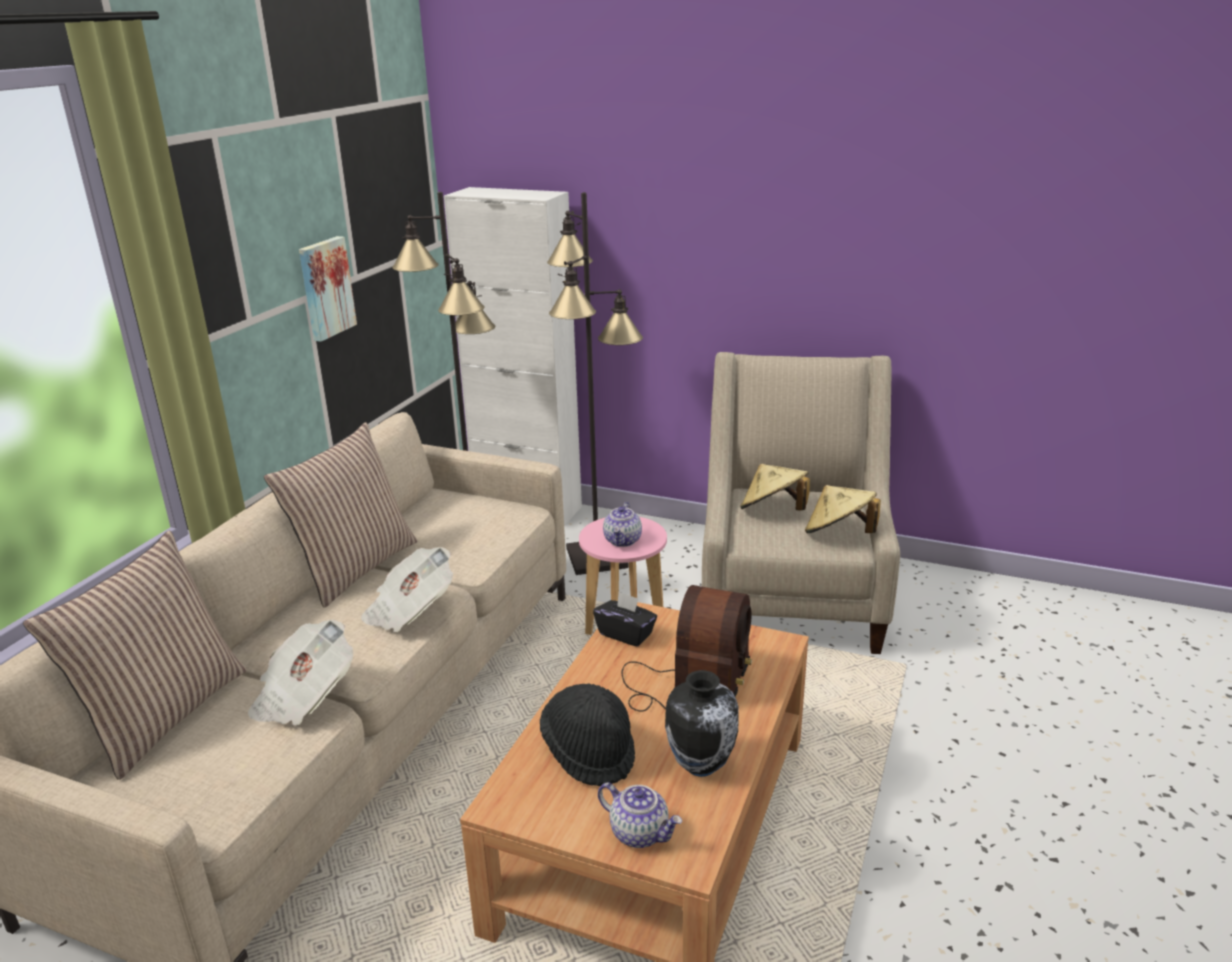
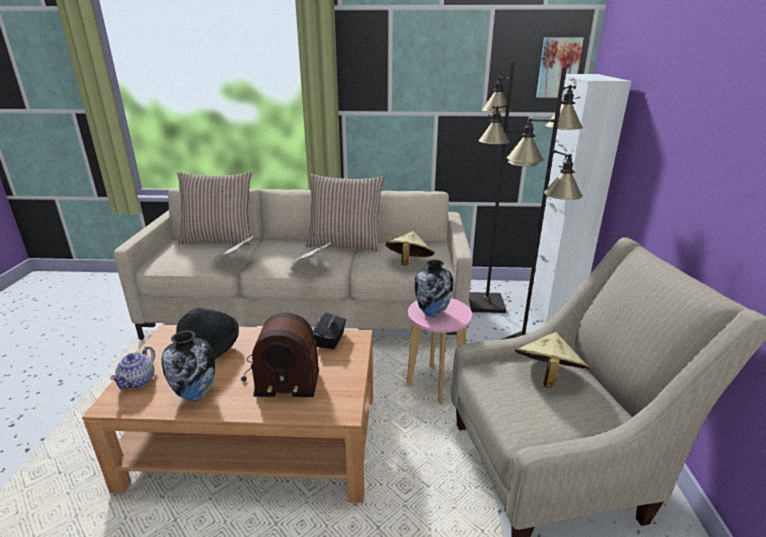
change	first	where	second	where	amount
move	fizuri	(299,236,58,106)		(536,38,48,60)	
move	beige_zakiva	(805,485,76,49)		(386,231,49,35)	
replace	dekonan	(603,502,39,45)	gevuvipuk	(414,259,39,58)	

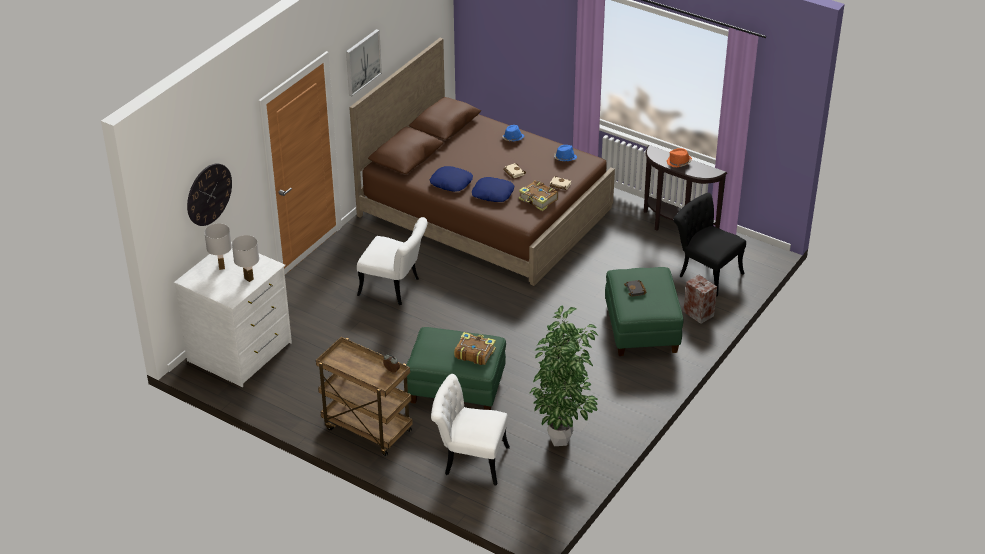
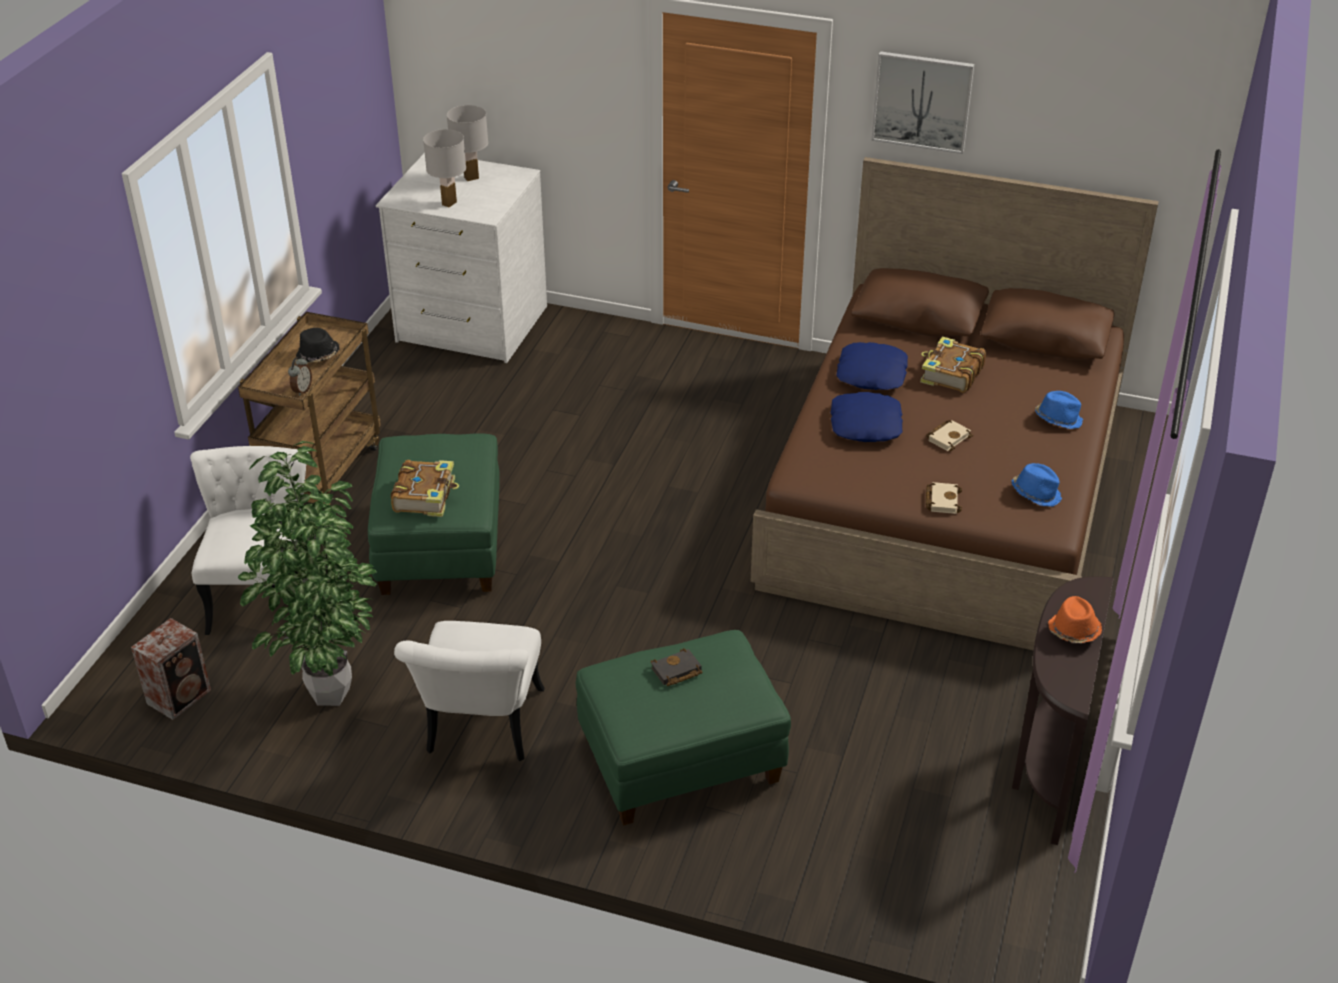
change	first	where	second	where	amount
delete	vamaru	(187,164,45,62)			
delete	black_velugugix	(673,193,73,104)			
insert			black_zakiva	(296,328,44,34)	
move	white_velugugix	(357,217,71,88)		(394,621,151,140)	
move	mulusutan	(519,180,39,31)		(920,336,66,57)	
move	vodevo	(683,275,34,49)		(131,618,80,102)	

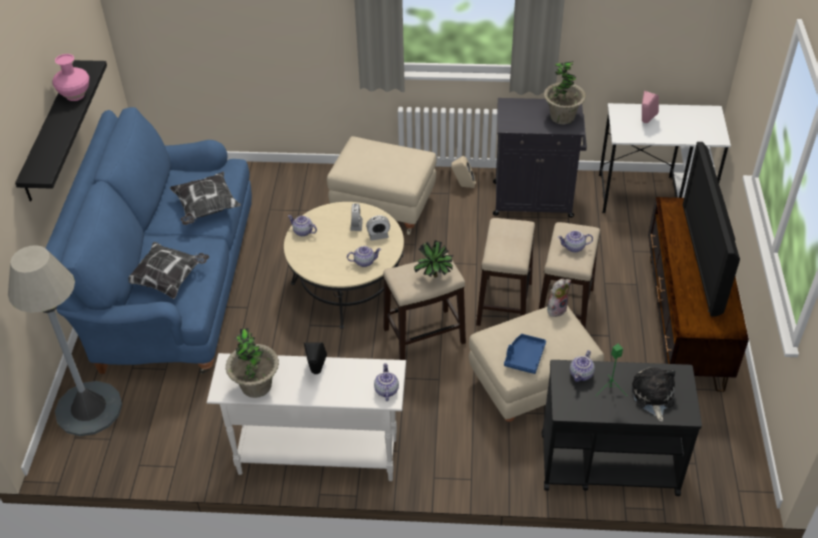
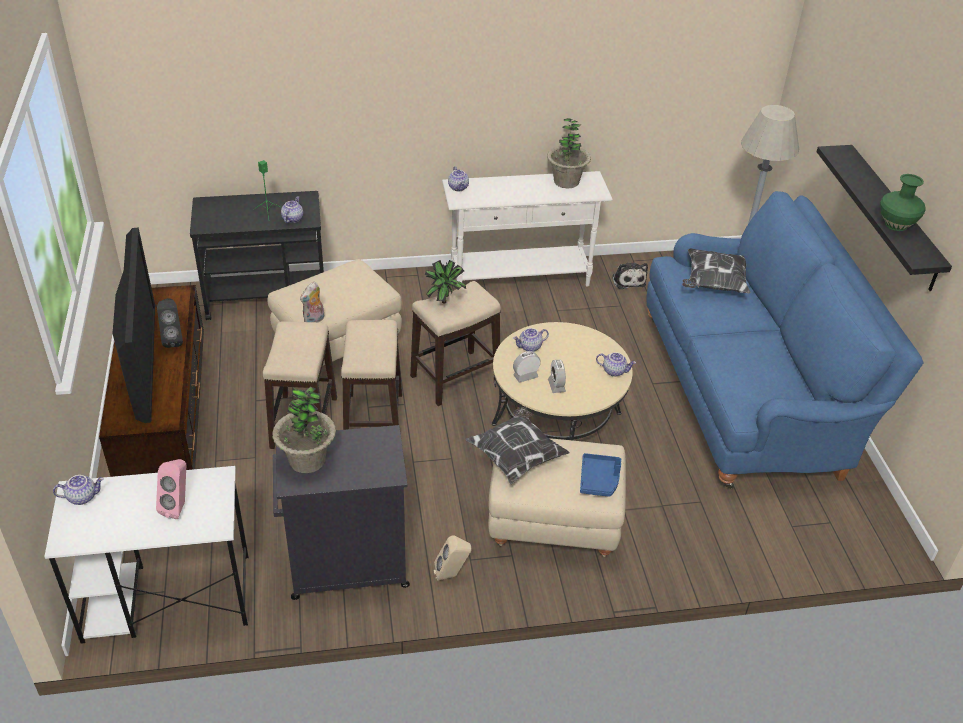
change	first	where	second	where	amount
move	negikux	(170,172,71,53)		(466,407,104,77)	
move	black_vodevo	(304,343,23,31)		(157,298,26,50)	
move	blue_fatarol	(504,334,42,40)		(580,453,41,44)	
move	dekonan	(558,230,35,22)		(53,475,51,30)	
move	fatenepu	(631,367,44,55)		(612,263,36,26)	
recolor	pink_gevuvipuk	(53,54,36,47)	green_gevuvipuk	(880,174,46,57)	

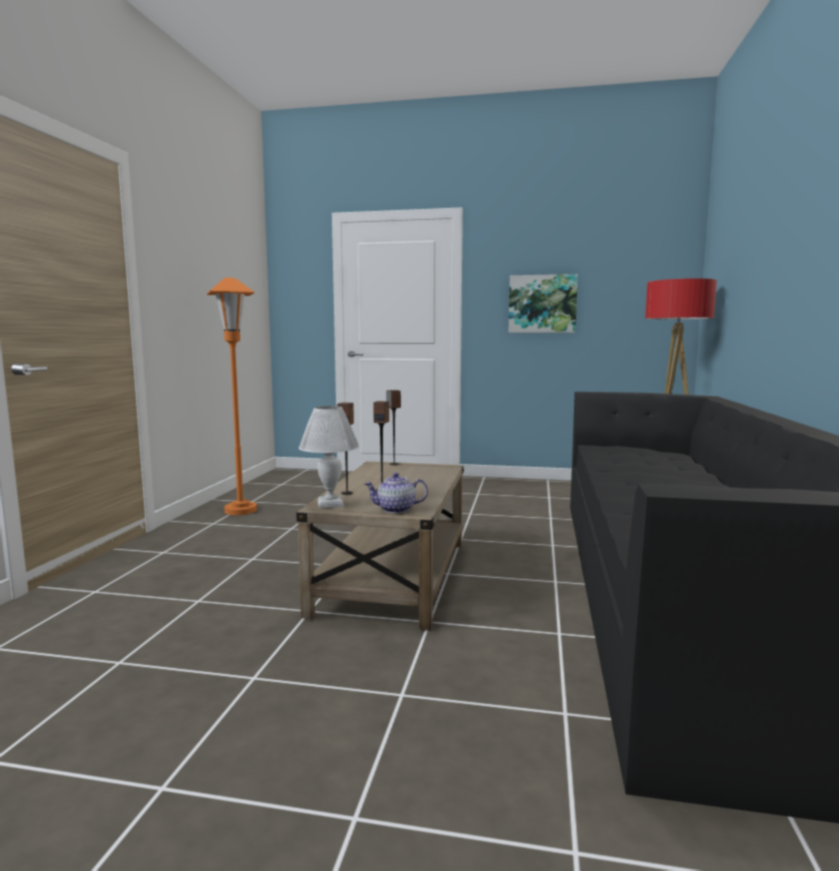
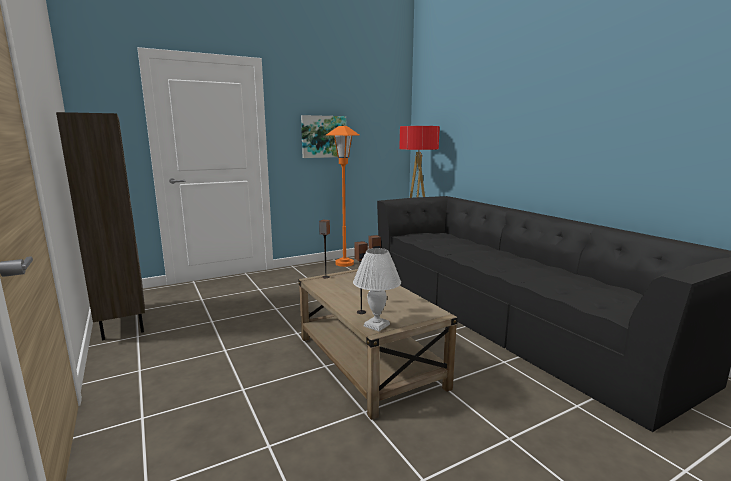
change	first	where	second	where	amount
delete	dekonan	(364,473,64,40)			
insert			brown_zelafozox	(56,112,89,228)	
move	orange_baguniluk	(207,278,50,237)		(326,126,34,141)	

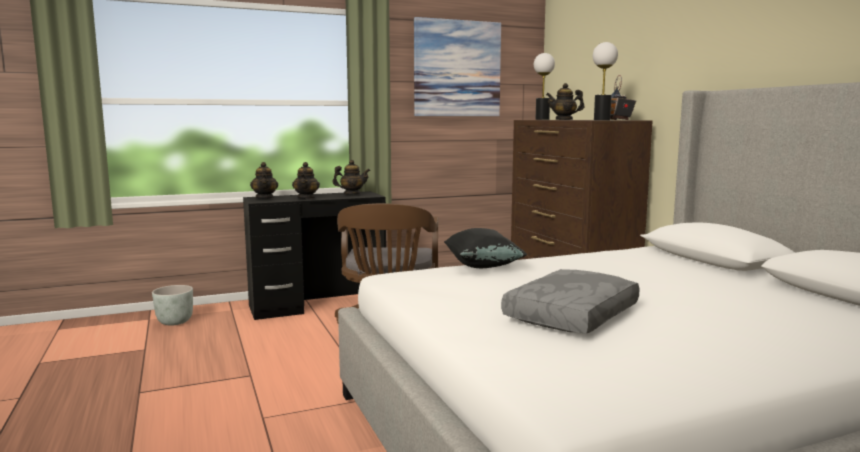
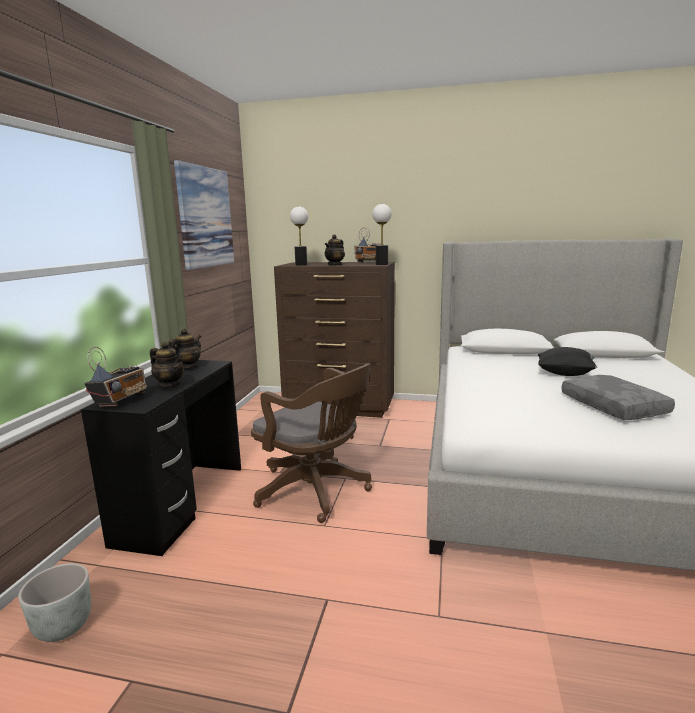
change	first	where	second	where	amount
move	black_negikux	(444,228,83,40)		(538,347,59,29)	
replace	dekonan	(250,162,28,37)	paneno	(84,347,63,60)	

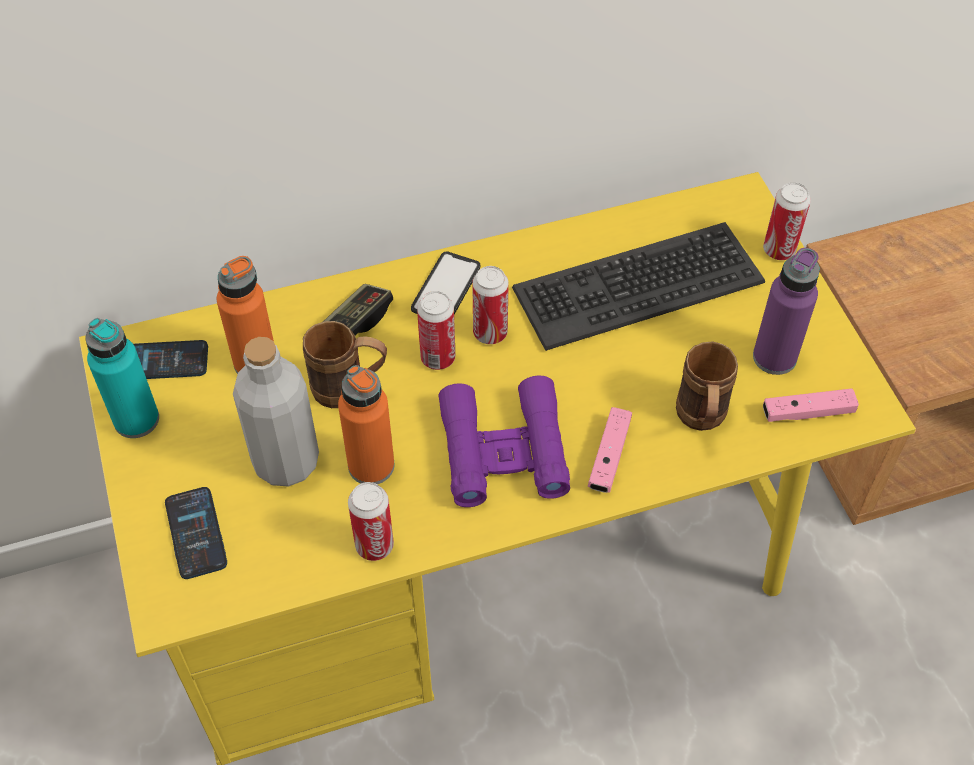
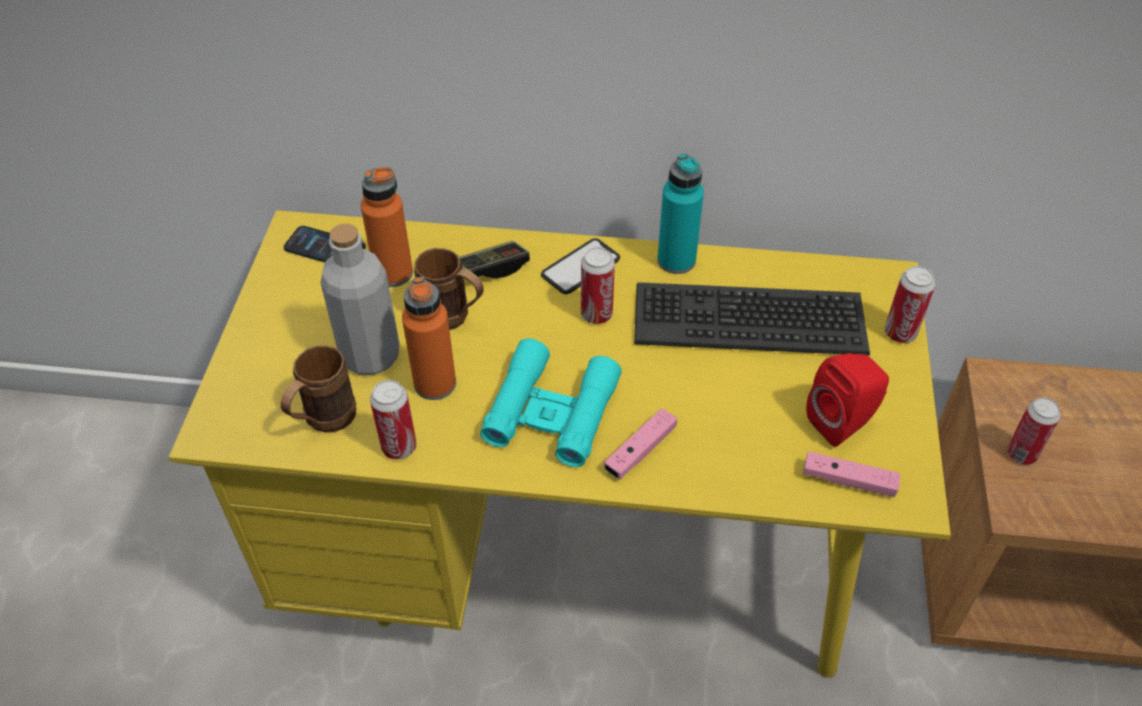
change	first	where	second	where	amount
delete	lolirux	(165,487,62,92)			
move	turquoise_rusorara	(85,318,74,120)		(657,153,47,121)	
move	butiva	(417,291,38,79)		(1007,397,54,68)	
move	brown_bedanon	(676,341,62,90)		(281,345,75,88)	
replace	purple_rusorara	(753,248,67,127)	red_vodevo	(806,353,83,94)	
recolor	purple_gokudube	(438,375,132,132)	turquoise_gokudube	(480,339,142,128)	

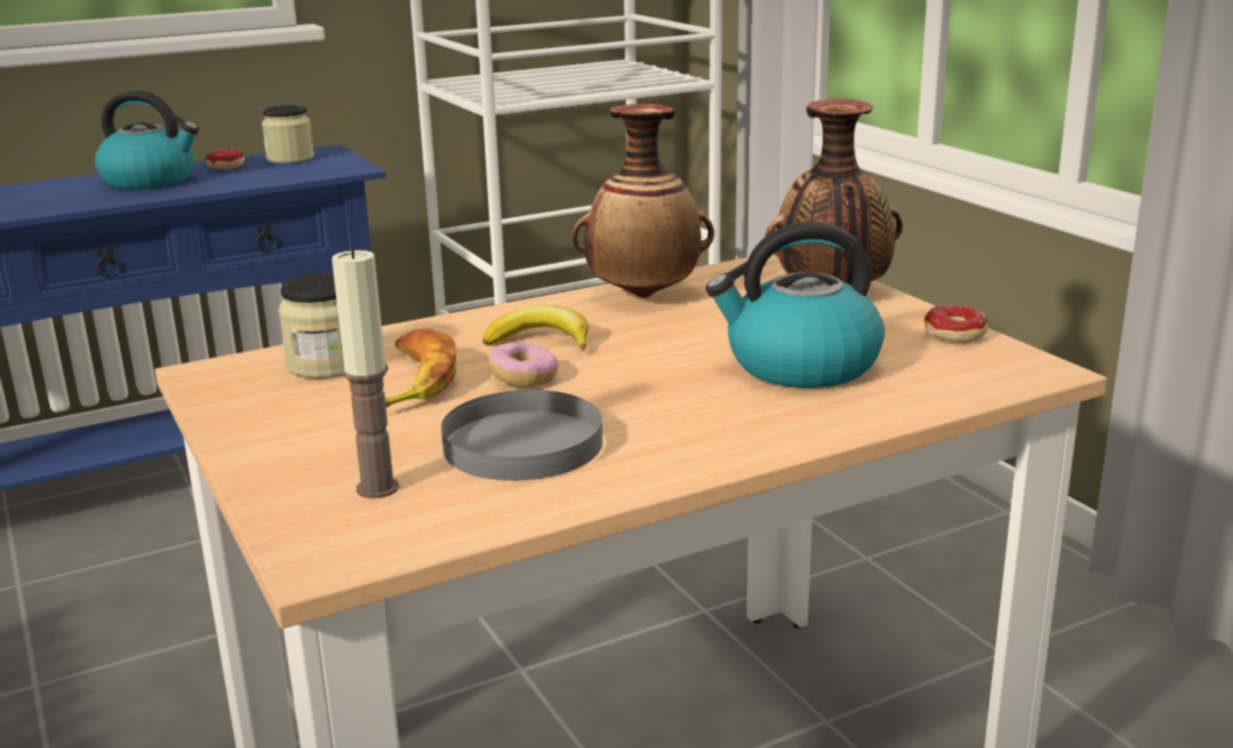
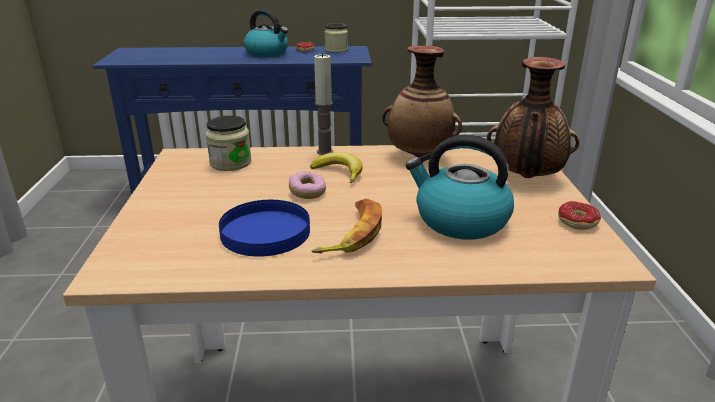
change	first	where	second	where	amount
move	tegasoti	(332,248,67,251)		(314,53,19,102)	
move	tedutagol	(385,328,71,79)		(312,199,70,54)	
recolor	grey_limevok	(441,390,162,91)	blue_limevok	(219,200,91,57)	

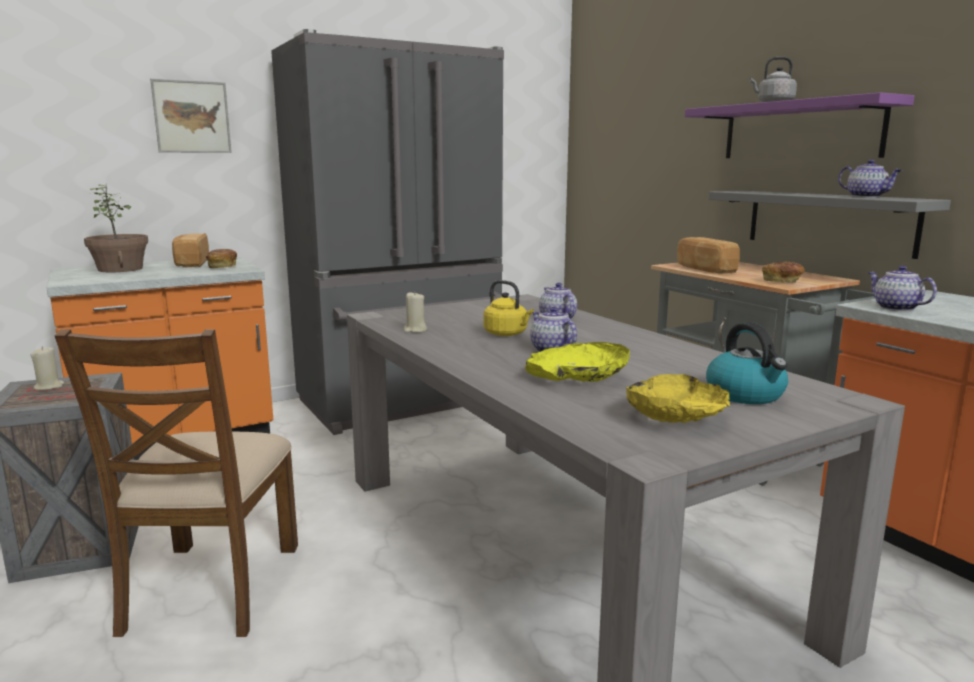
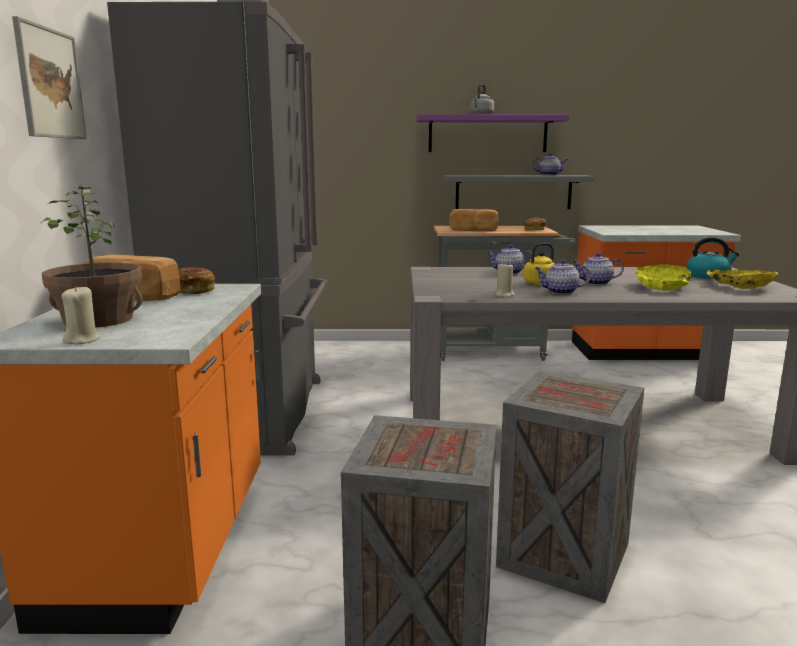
change	first	where	second	where	amount
move	beige_tegasoti	(31,346,33,44)		(62,286,38,58)	
move	dekonan	(868,266,69,45)		(535,259,56,35)	
replace	brown_velugugix	(55,329,243,308)	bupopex	(496,370,148,233)	

